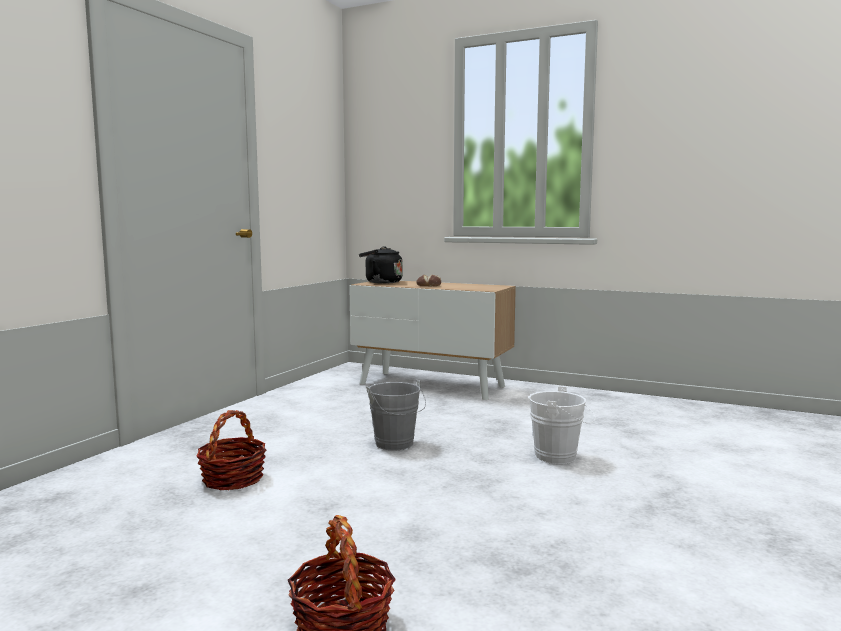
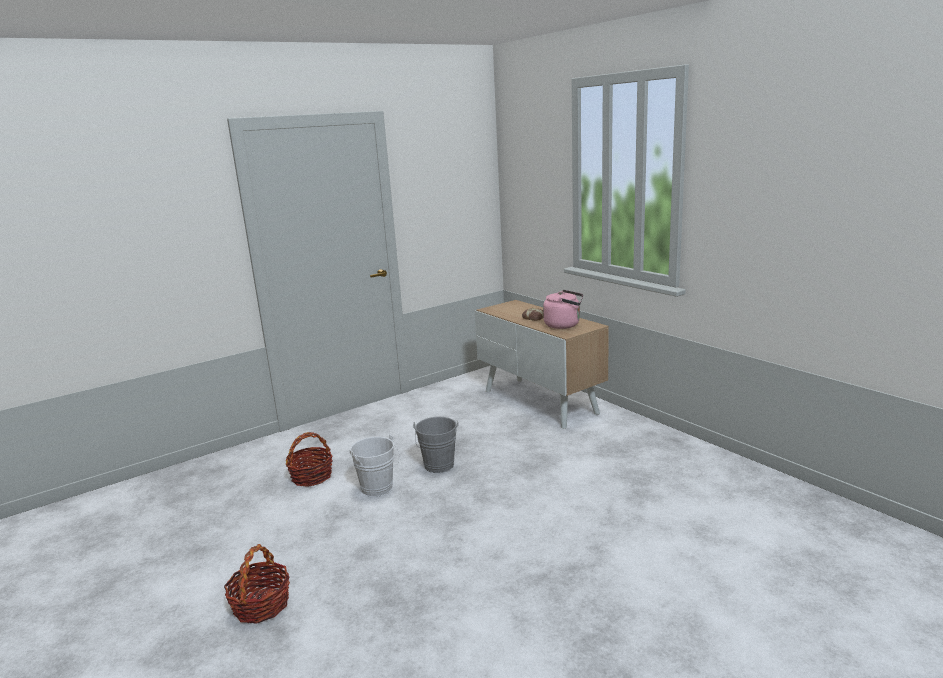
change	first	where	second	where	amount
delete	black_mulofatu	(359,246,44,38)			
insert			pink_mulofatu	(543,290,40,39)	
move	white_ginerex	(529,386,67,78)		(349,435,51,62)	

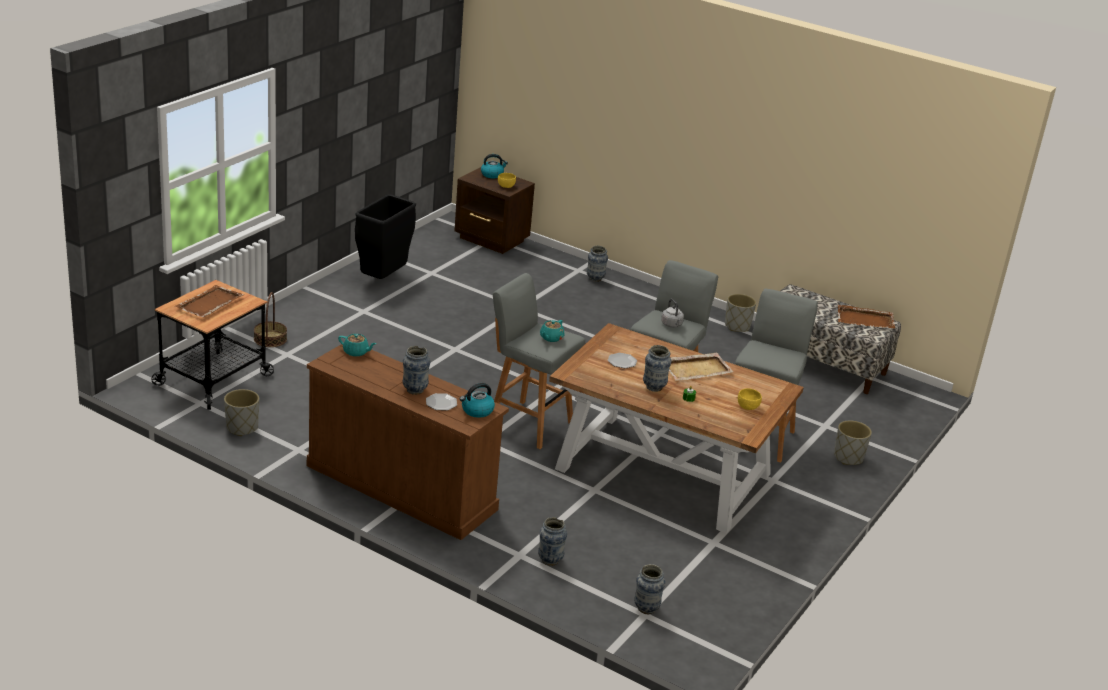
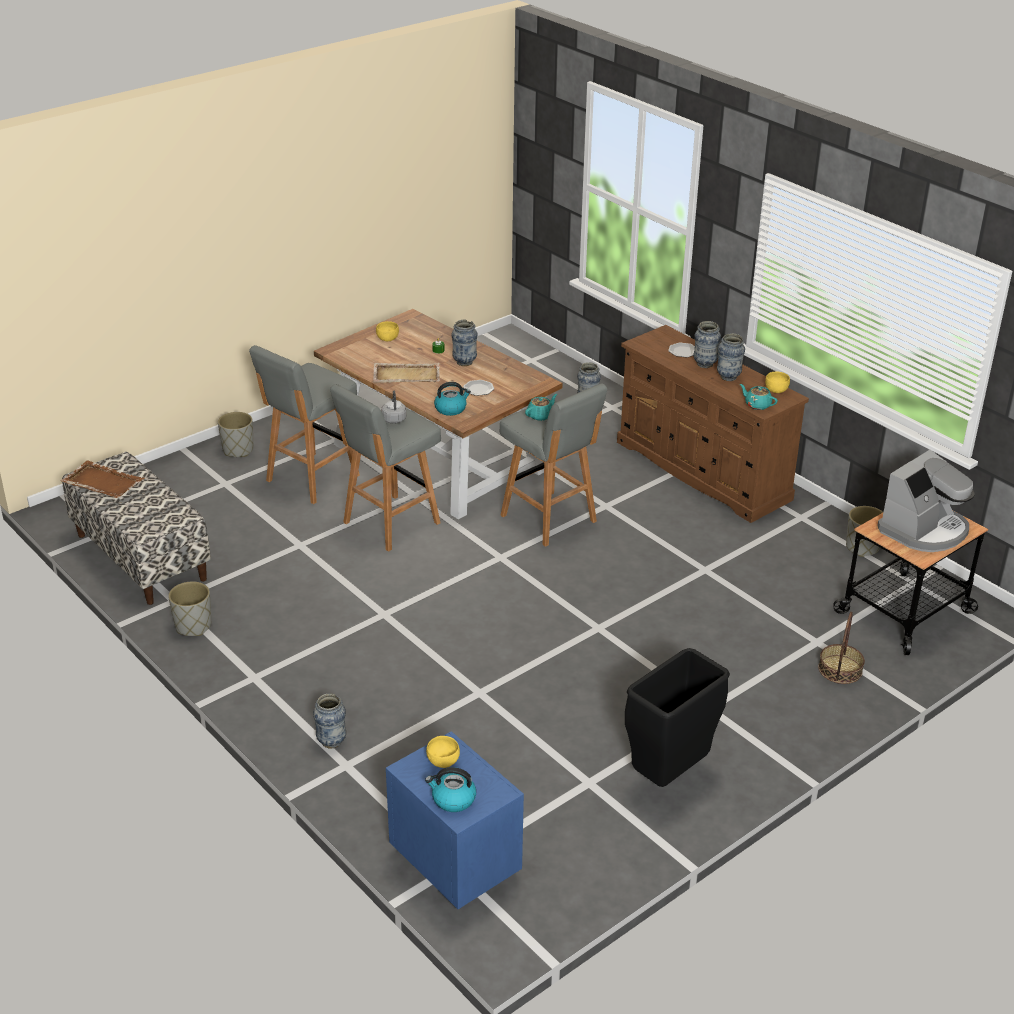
change	first	where	second	where	amount
insert			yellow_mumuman	(765,372,25,21)	
move	mulofatu	(460,383,35,35)		(434,382,37,34)	
move	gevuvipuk	(634,564,31,50)		(717,334,28,47)	
replace	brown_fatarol	(175,285,69,32)	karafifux	(878,450,96,102)	
recolor	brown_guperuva	(455,167,80,87)	blue_guperuva	(386,731,138,178)	

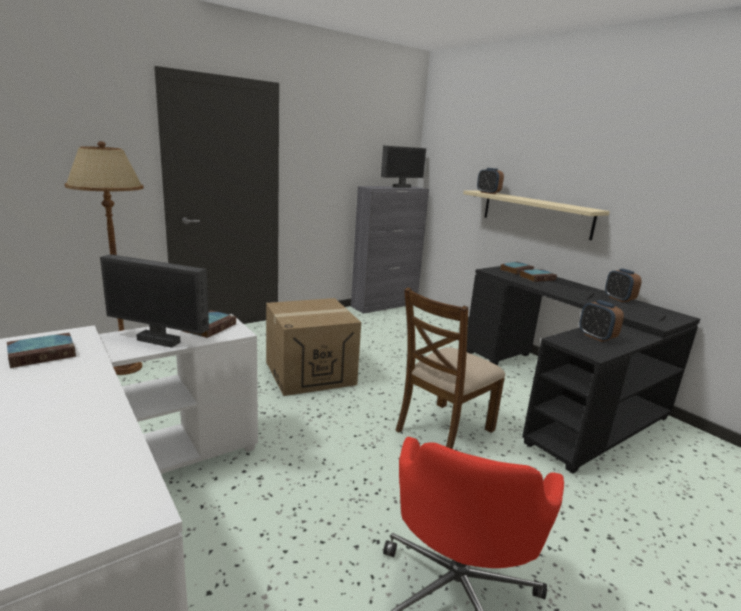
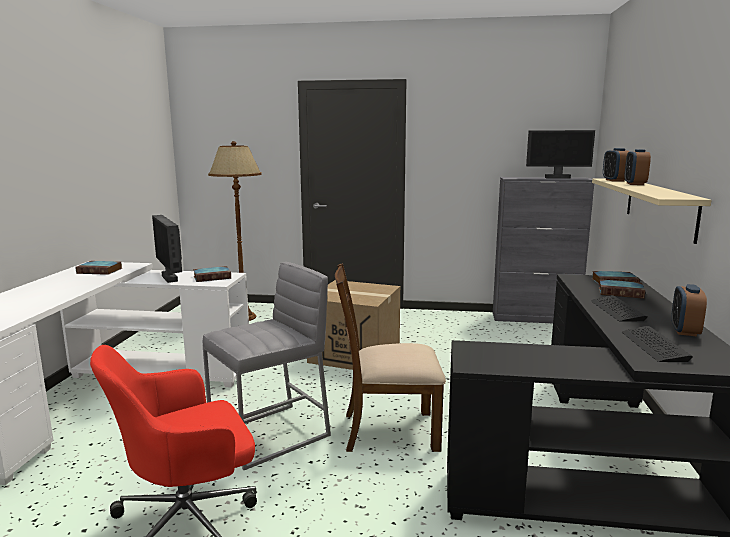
change	first	where	second	where	amount
insert			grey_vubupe	(203,262,128,208)	
move	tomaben	(579,300,45,42)		(625,149,26,36)	

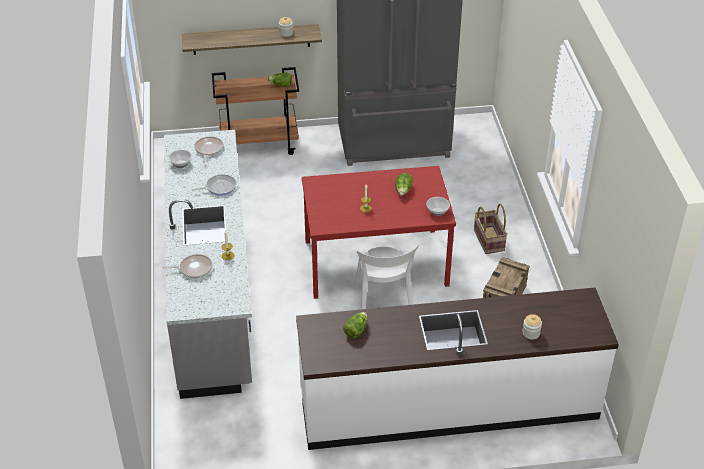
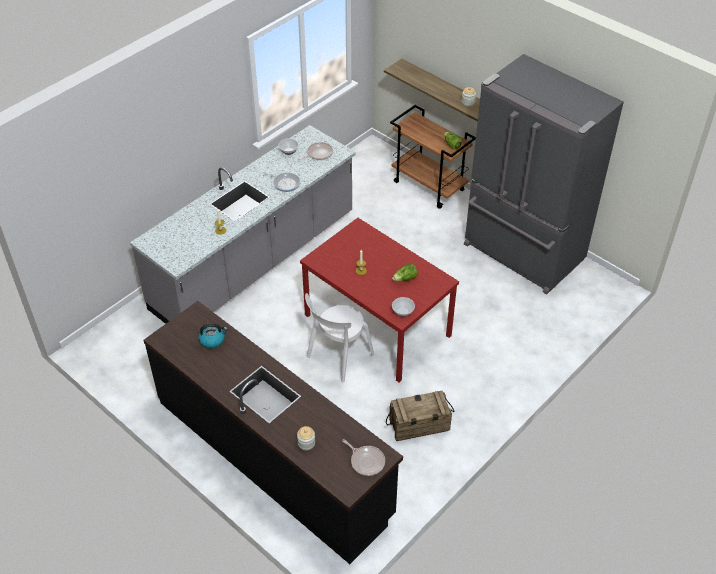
change	first	where	second	where	amount
delete	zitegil	(474,204,34,50)			
move	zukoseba	(162,254,51,24)		(342,439,43,37)	
replace	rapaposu	(343,312,24,26)	mulofatu	(198,323,30,26)	
recolor	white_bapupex	(296,288,323,162)	black_bapupex	(143,301,260,263)	

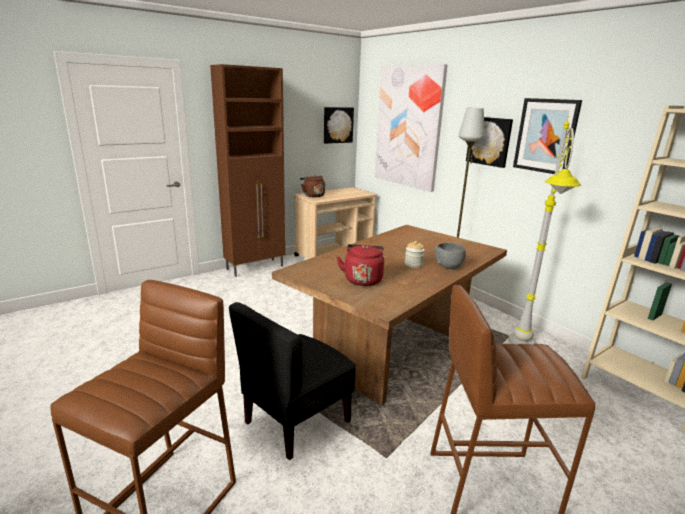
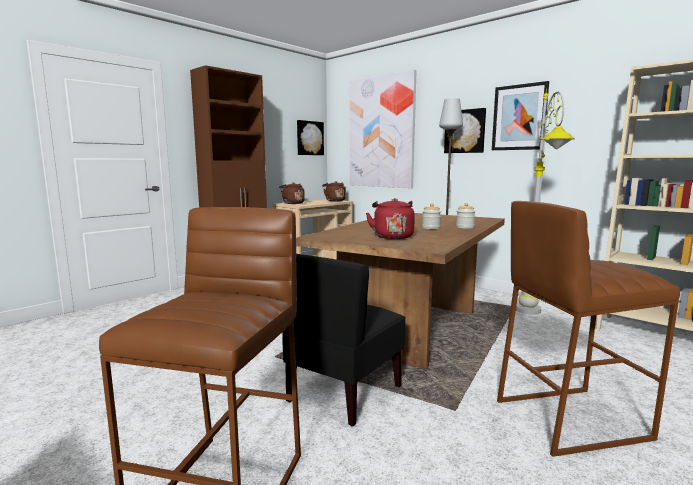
change	first	where	second	where	amount
insert			brown_mulofatu	(322,181,24,20)	
replace	grey_mumuman	(435,243,31,26)	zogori	(456,203,20,26)	

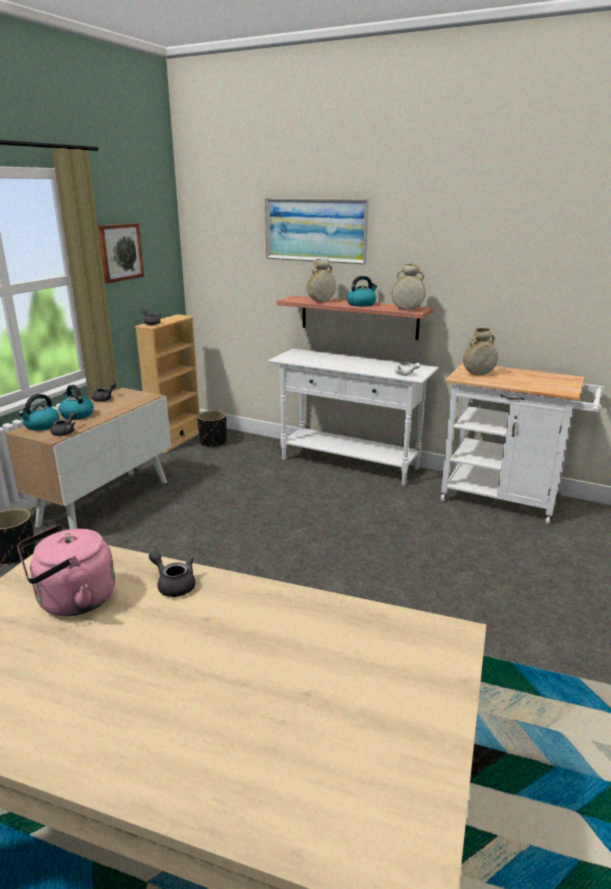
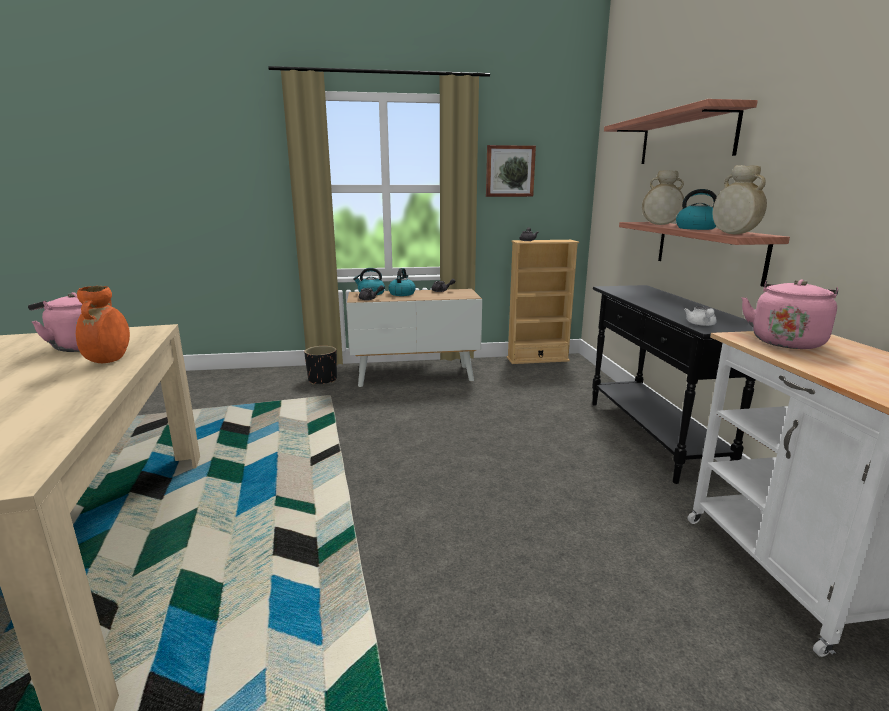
change	first	where	second	where	amount
delete	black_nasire	(197,411,30,37)			
replace	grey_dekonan	(149,550,46,47)	orange_gevuvipuk	(76,286,54,77)	
replace	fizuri	(265,198,104,67)	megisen	(604,99,154,65)	
replace	beige_gevuvipuk	(463,328,35,47)	pink_mulofatu	(742,280,96,69)	
recolor	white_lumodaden	(268,349,170,137)	black_lumodaden	(592,285,164,199)	

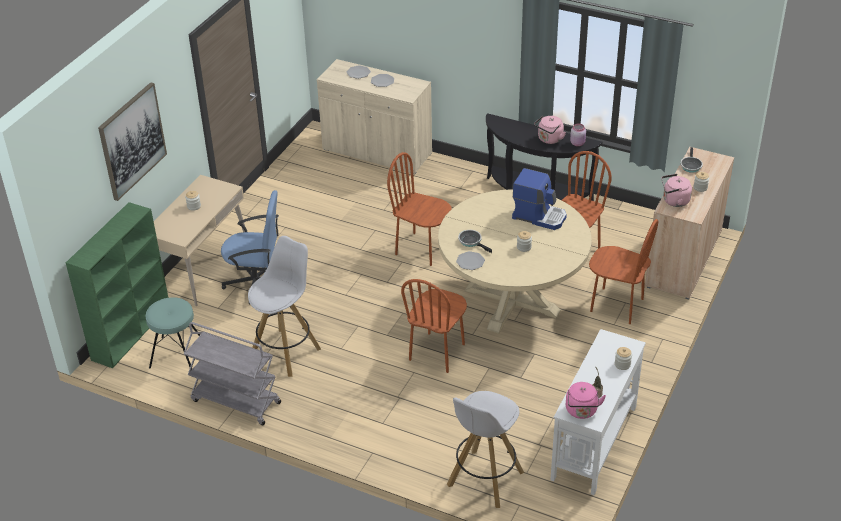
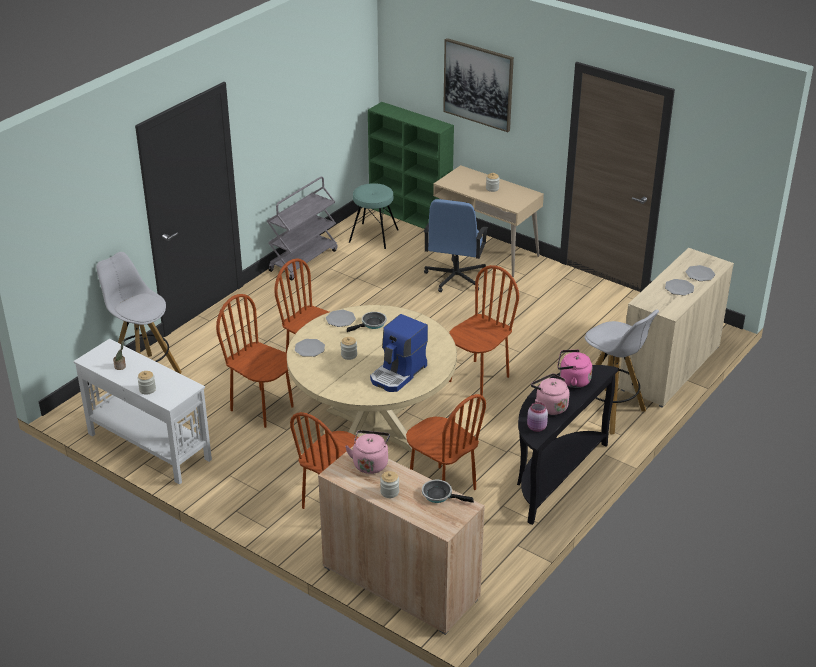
change	first	where	second	where	amount
insert			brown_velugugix	(216,294,78,134)	
insert			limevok	(295,339,30,18)	
move	white_vubupe	(248,236,73,141)		(584,310,75,125)	
move	pink_mulofatu	(566,382,40,37)		(557,349,35,39)	

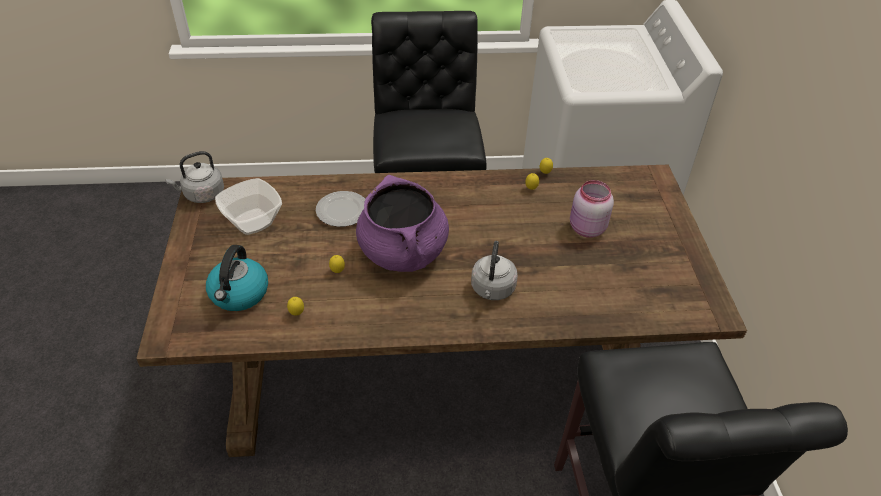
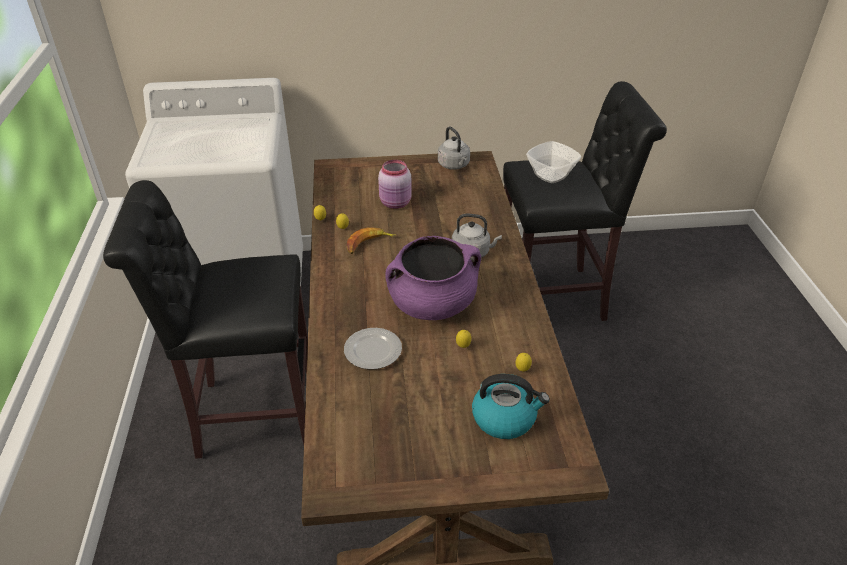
change	first	where	second	where	amount
insert			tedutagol	(346,227,51,27)	
move	grey_mulofatu	(166,151,58,52)		(438,126,32,44)	
move	mumuman	(215,178,67,57)		(526,141,55,42)	

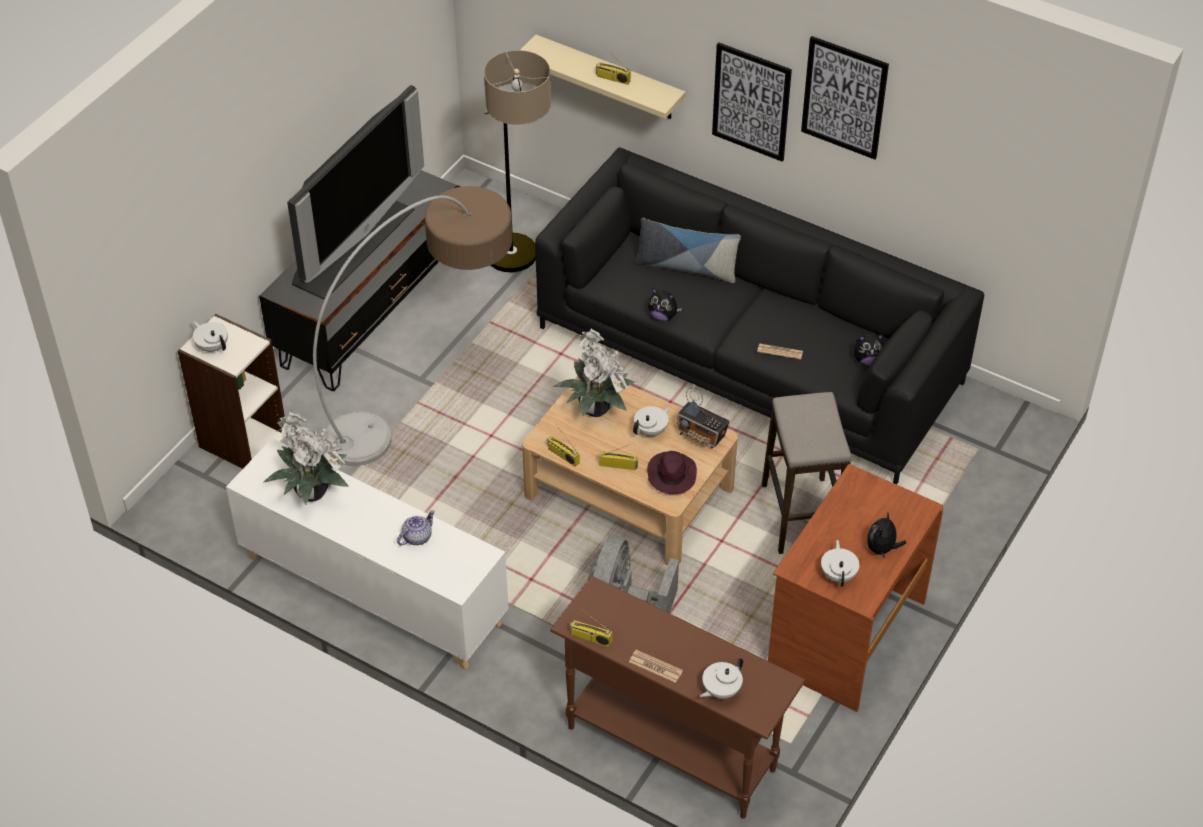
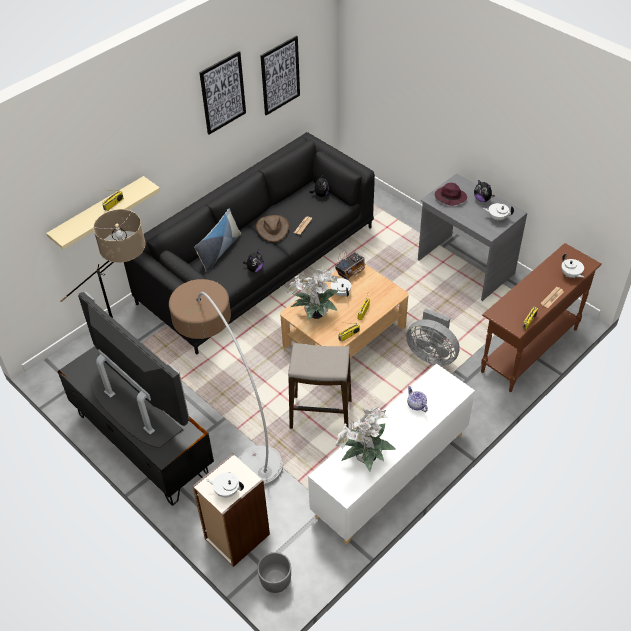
change	first	where	second	where	amount
insert			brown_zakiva	(256,215,33,27)	
insert			grey_nasire	(257,552,34,41)	
move	purple_zakiva	(647,451,50,43)		(435,183,32,23)	
move	fizuri	(712,42,80,120)		(260,36,40,79)	
move	vubupe	(762,392,89,162)		(288,343,64,86)	
recolor	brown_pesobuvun	(768,464,175,248)	grey_pesobuvun	(418,173,109,128)	
rotate	white_dekonan	(193,321,35,31)		(206,472,38,25)	45 degrees clockwise

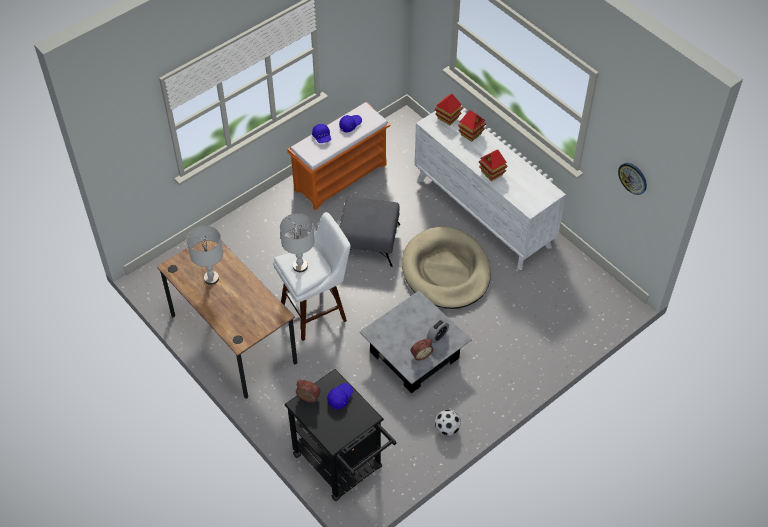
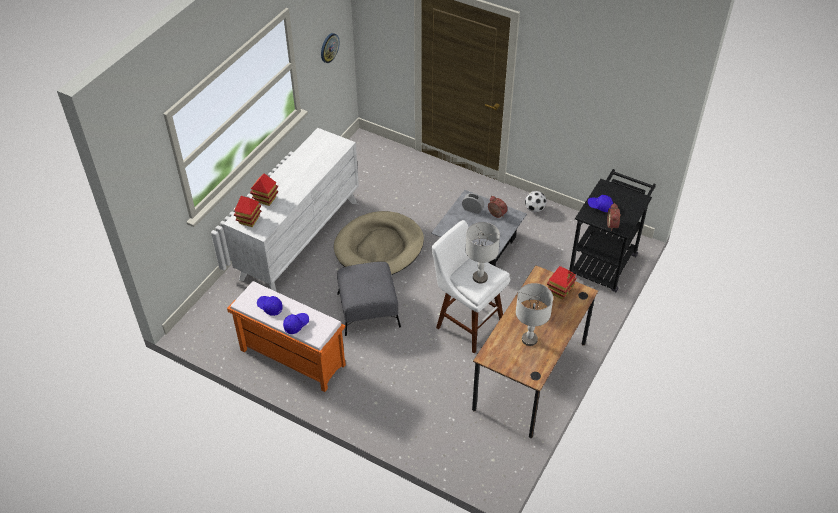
change	first	where	second	where	amount
move	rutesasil	(479,150,29,31)		(547,266,29,33)	

